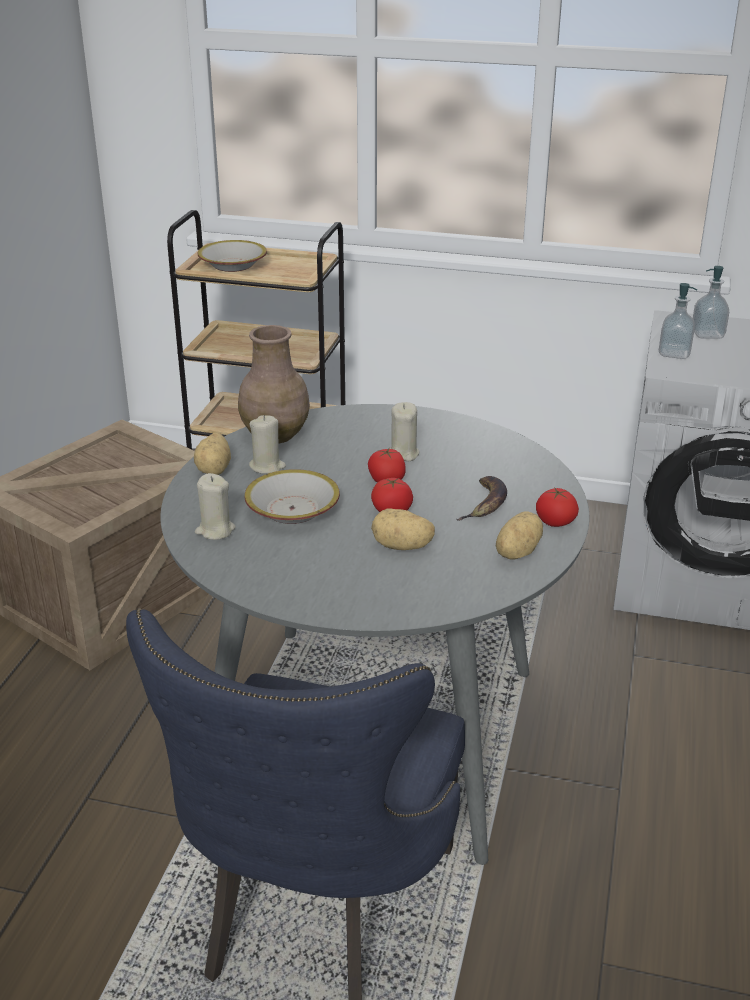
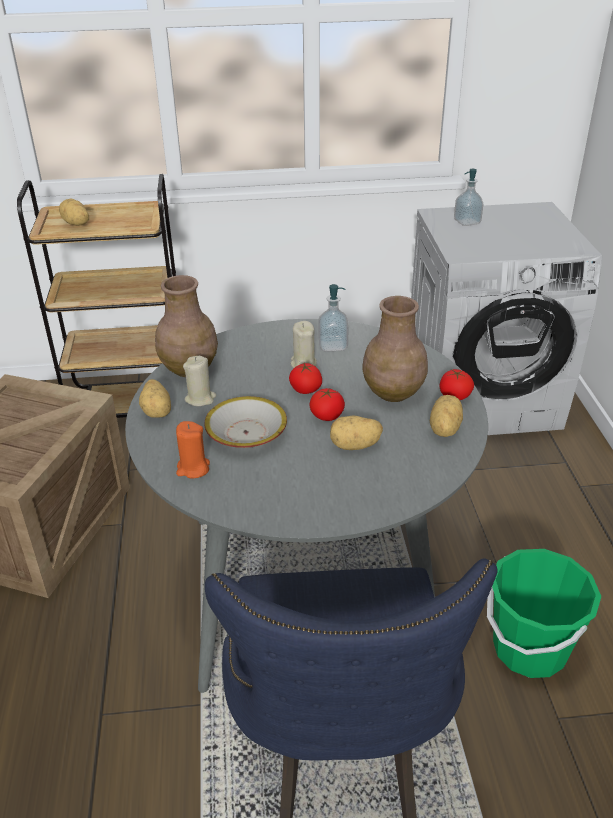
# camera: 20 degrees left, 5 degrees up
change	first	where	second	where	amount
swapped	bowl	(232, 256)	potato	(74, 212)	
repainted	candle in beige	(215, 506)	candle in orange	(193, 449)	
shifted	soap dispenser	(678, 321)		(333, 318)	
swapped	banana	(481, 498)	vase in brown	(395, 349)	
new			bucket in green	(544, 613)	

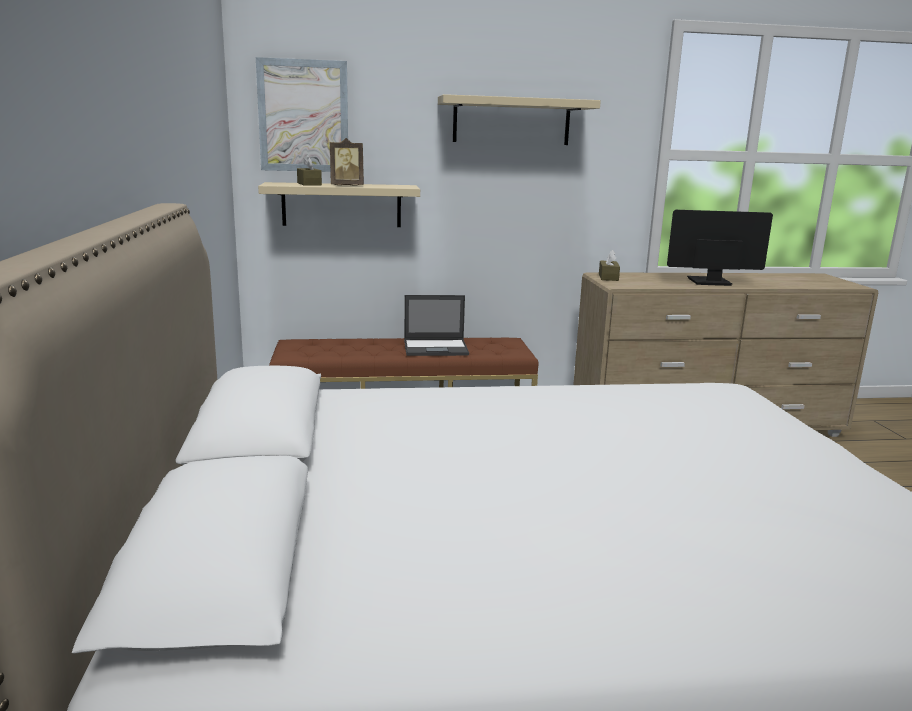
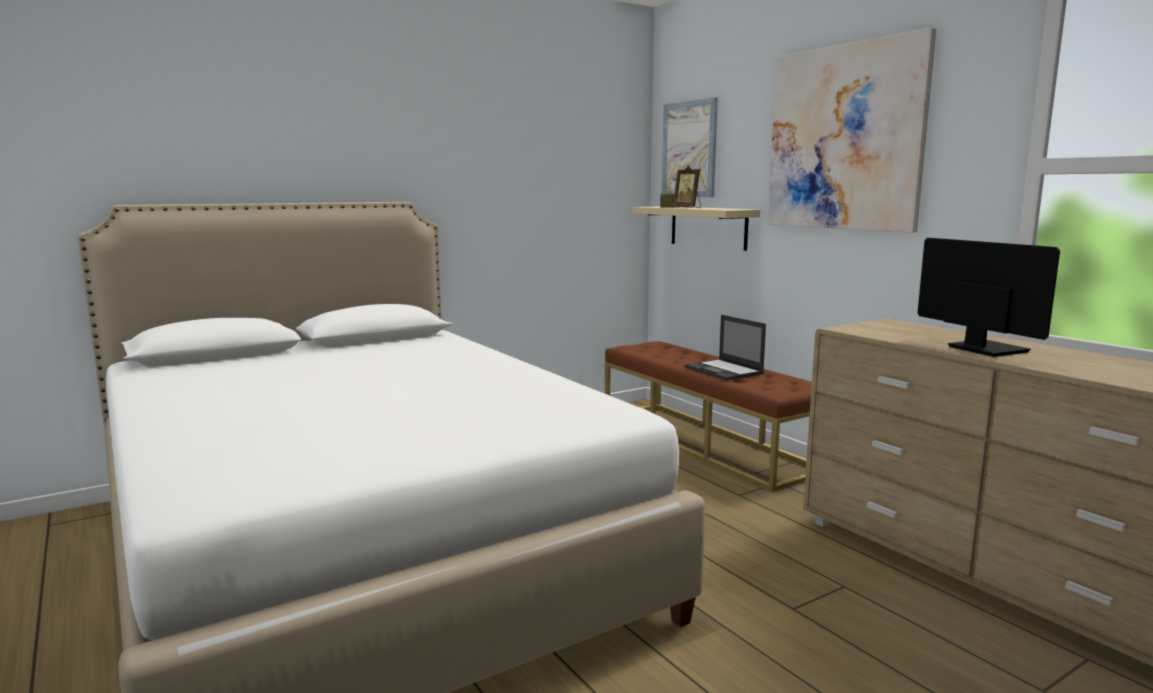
# camera: 65 degrees right, 5 degrees down
change	first	where	second	where	amount
swapped	shelf in beige	(519, 119)	picture	(852, 130)	
gone	tissue box in brown	(609, 265)			

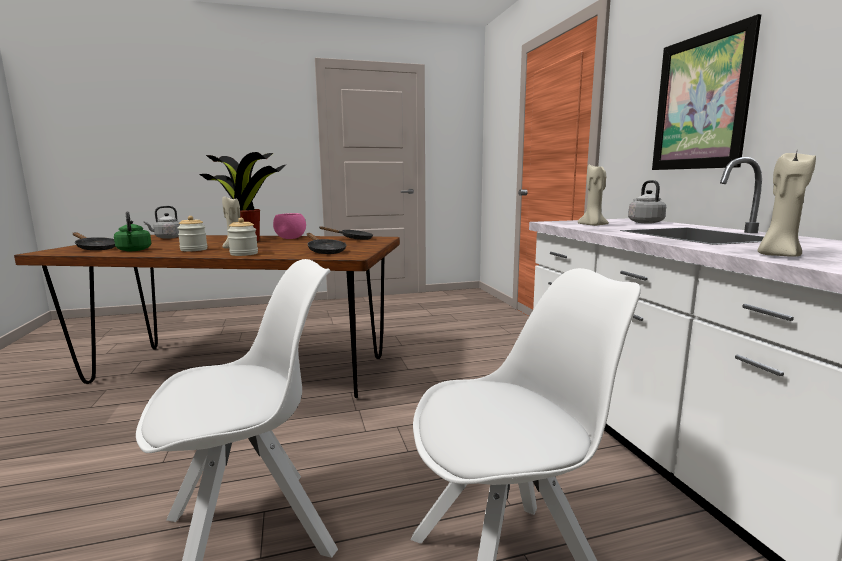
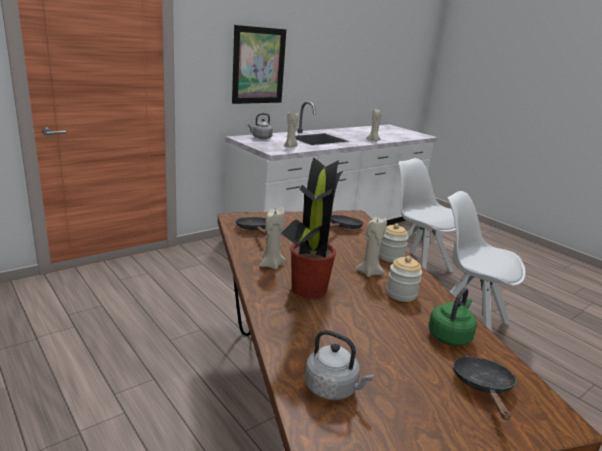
# camera: 115 degrees left, 10 degrees up
change	first	where	second	where	amount
swapped	bowl in pink	(289, 226)	candle in beige	(272, 239)	

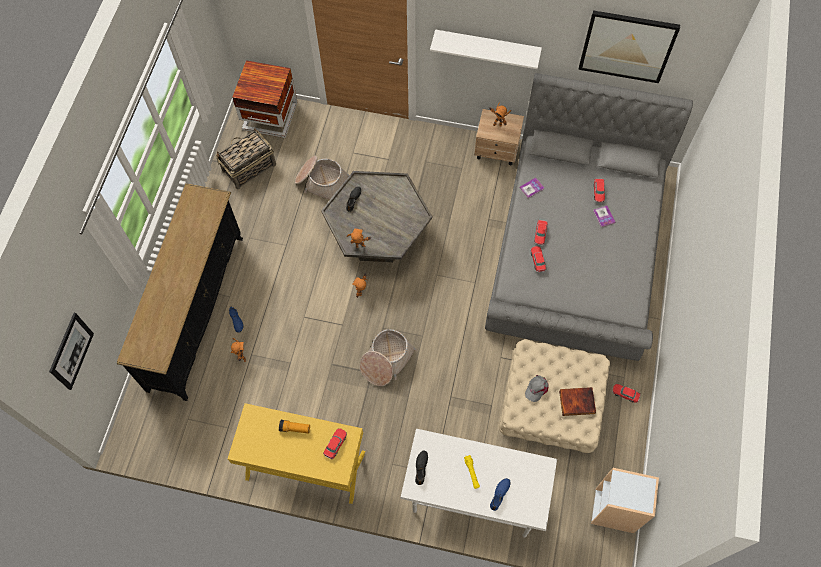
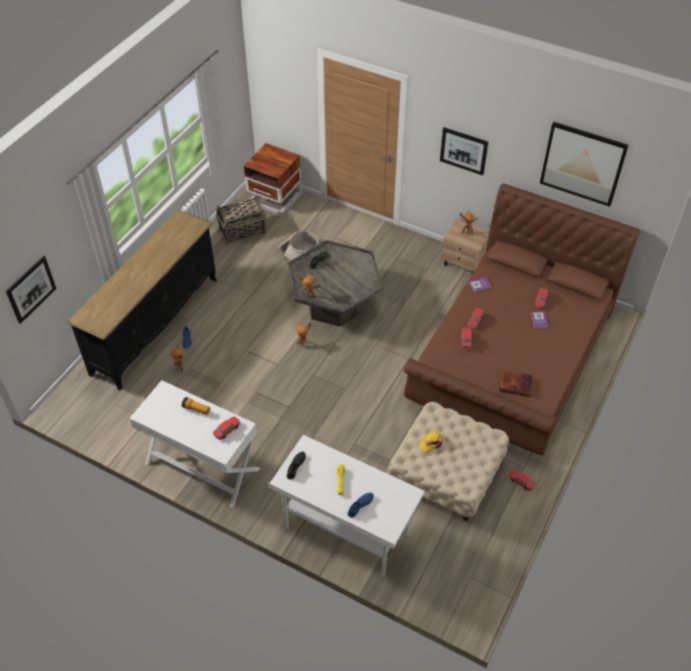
# camera: 15 degrees right, 15 degrees down
change	first	where	second	where	amount
repainted	desk in yellow	(296, 453)	desk in white	(194, 444)	
repainted	bed in grey	(589, 217)	bed in brown	(522, 320)	
repainted	cap in grey	(537, 388)	cap in yellow	(430, 442)	
swapped	shelf in white	(486, 49)	picture	(464, 151)	
shifted	book	(577, 401)		(516, 383)	
gone	basket	(388, 357)			
gone	bookcase	(625, 500)			

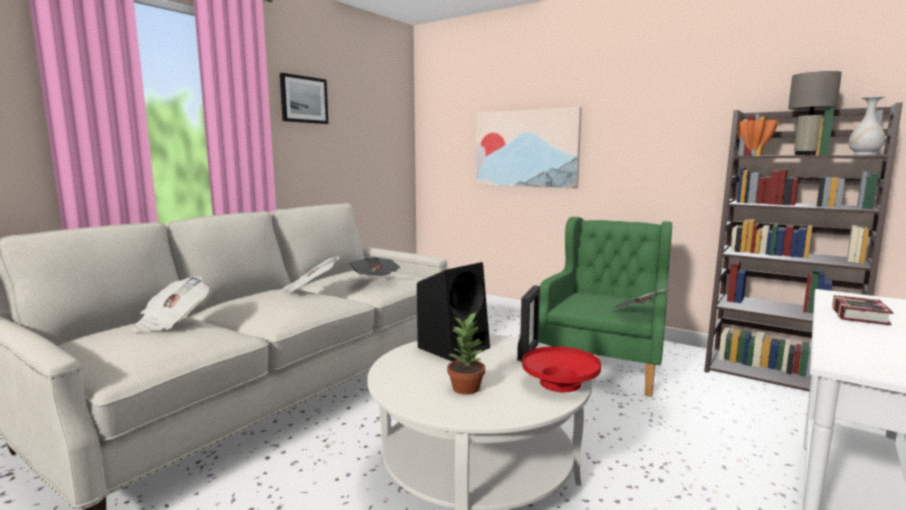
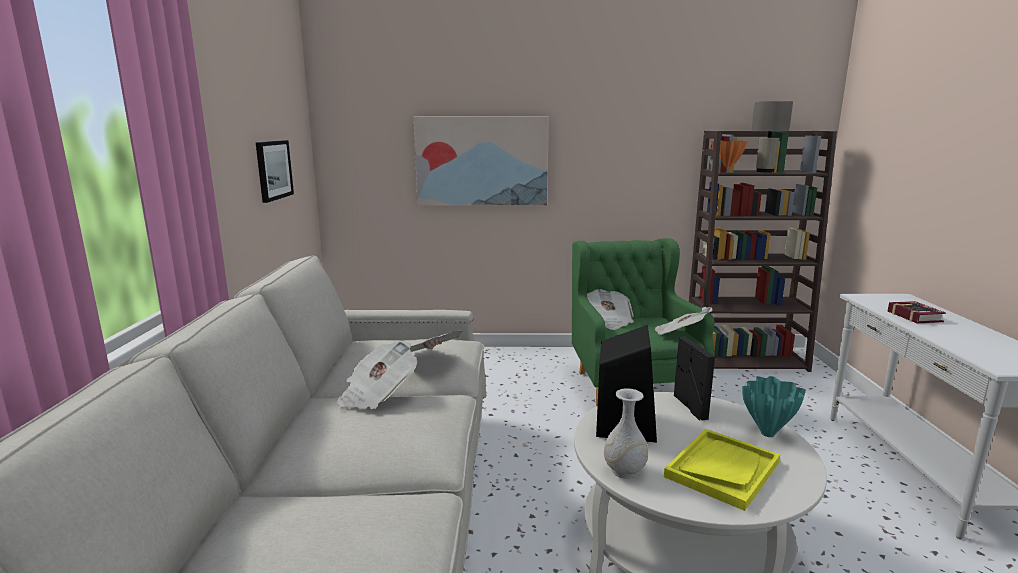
# camera: 35 degrees left, 5 degrees up
change	first	where	second	where	amount
shifted	picture	(304, 98)		(275, 171)	
shifted	newspaper	(170, 304)		(610, 309)	
shifted	vase in white	(866, 126)		(626, 433)	
swapped	potted plant	(466, 353)	tray in yellow	(722, 470)	
swapped	bowl in red	(561, 369)	vase in turquoise	(774, 406)	

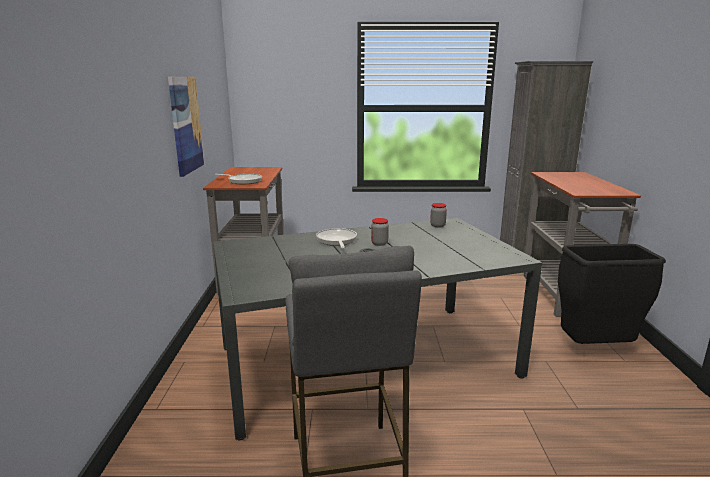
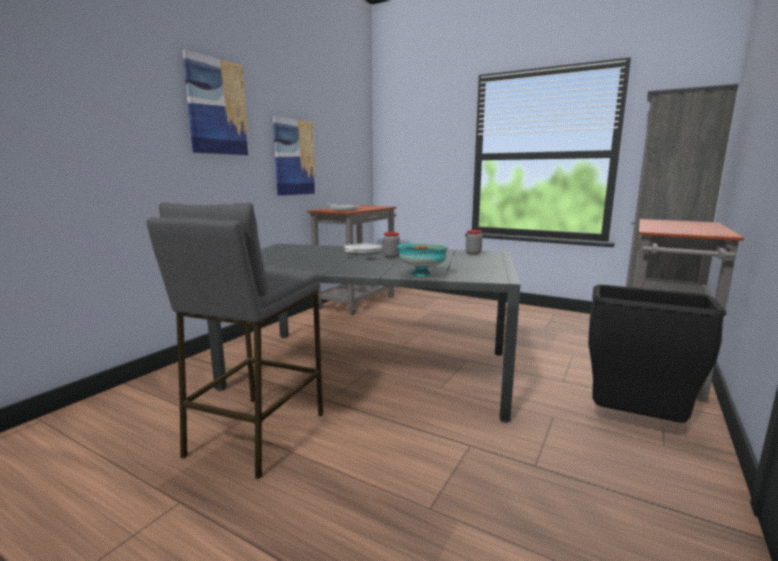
# camera: 30 degrees right, 5 degrees down
change	first	where	second	where	amount
new			picture	(215, 102)	
new			bowl in turquoise	(422, 259)	

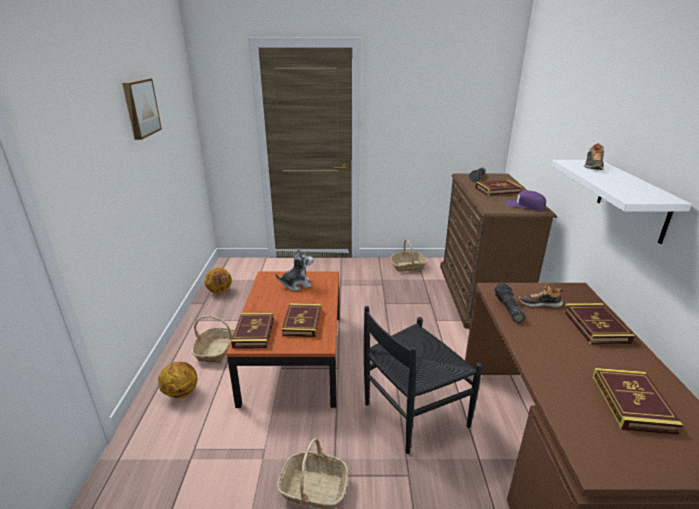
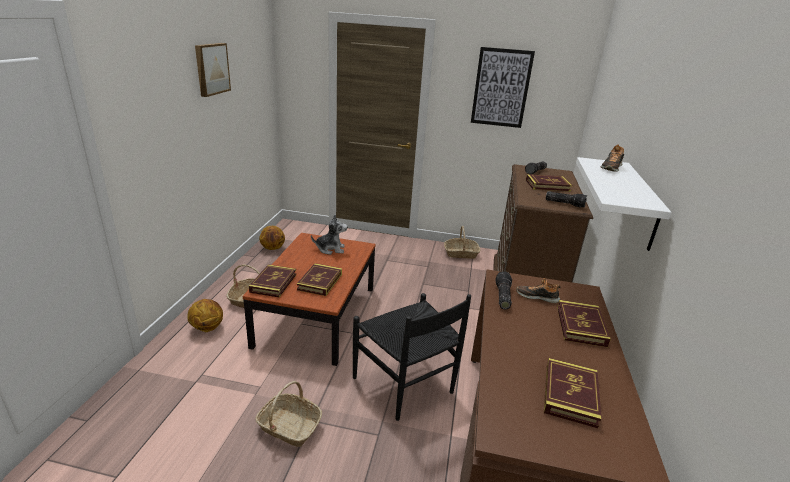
# camera: 10 degrees right, 0 degrees up
change	first	where	second	where	amount
rotated	chair in black	(423, 380)		(412, 357)	105 degrees counterclockwise
new			picture	(503, 87)	
swapped	cap in purple	(526, 200)	flashlight	(566, 199)	

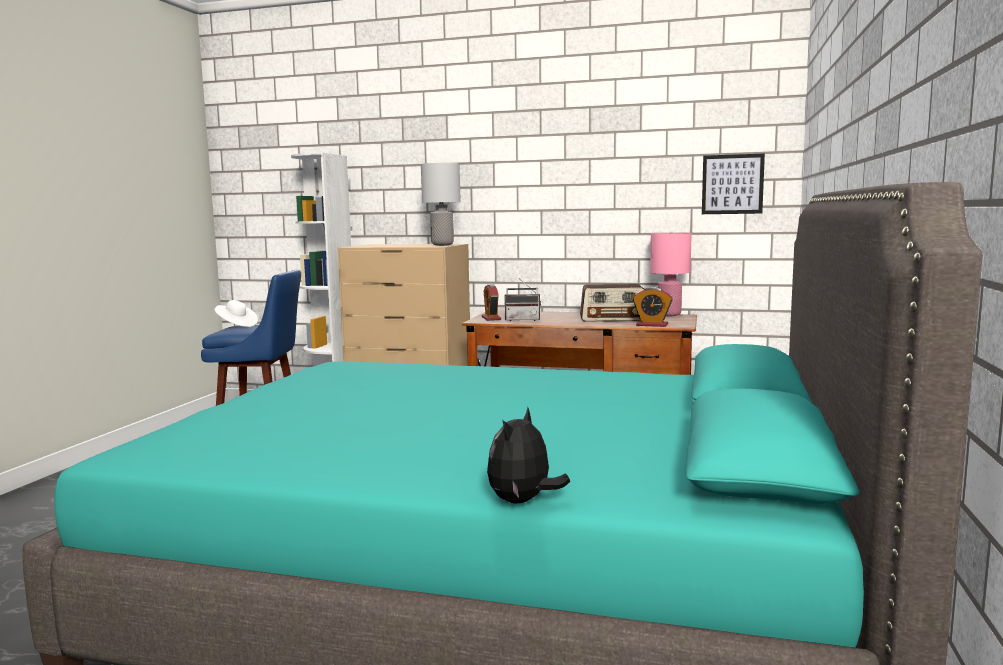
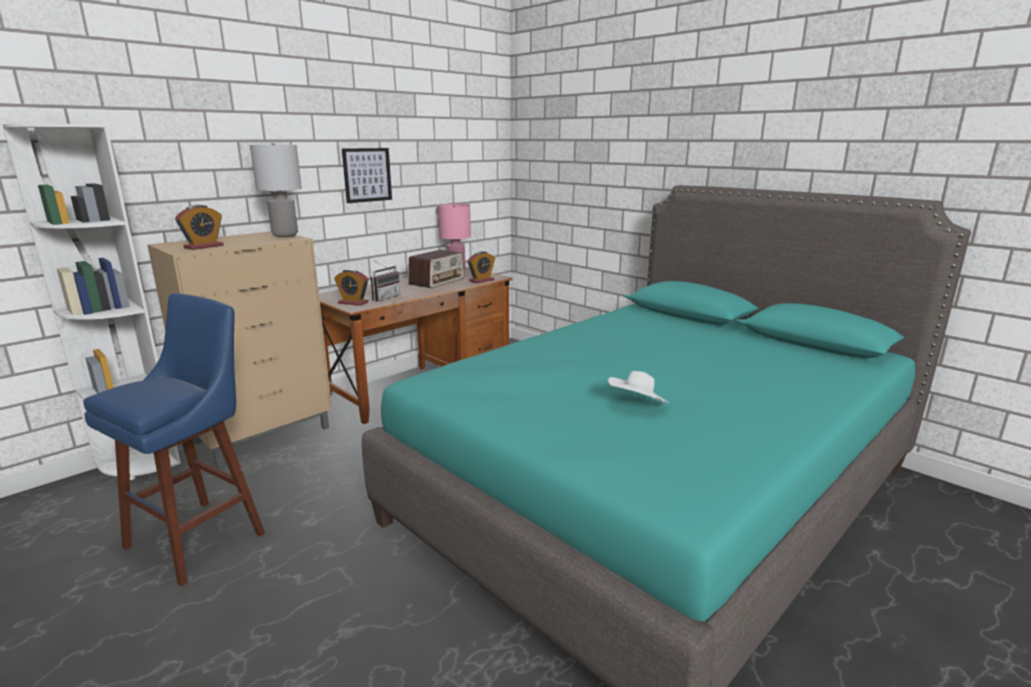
# camera: 60 degrees left, 10 degrees up
change	first	where	second	where	amount
new			alarm clock	(199, 227)	
shifted	picture	(733, 183)		(367, 175)	
shifted	hat in white	(236, 313)		(638, 387)	
gone	plush toy	(528, 455)			

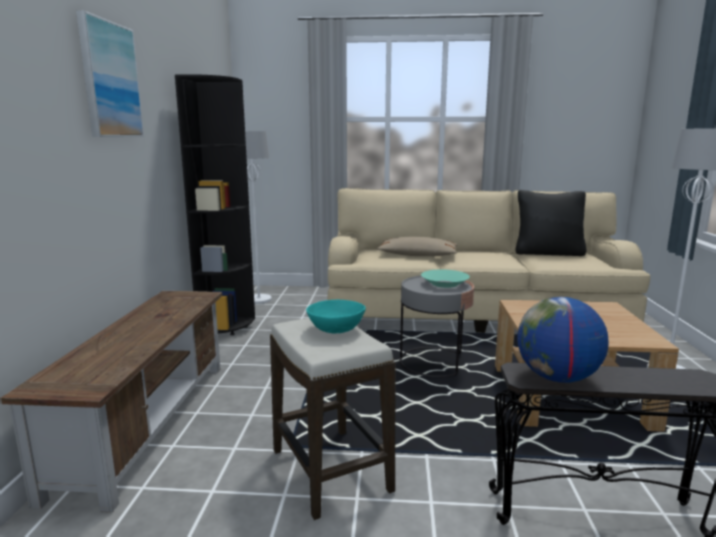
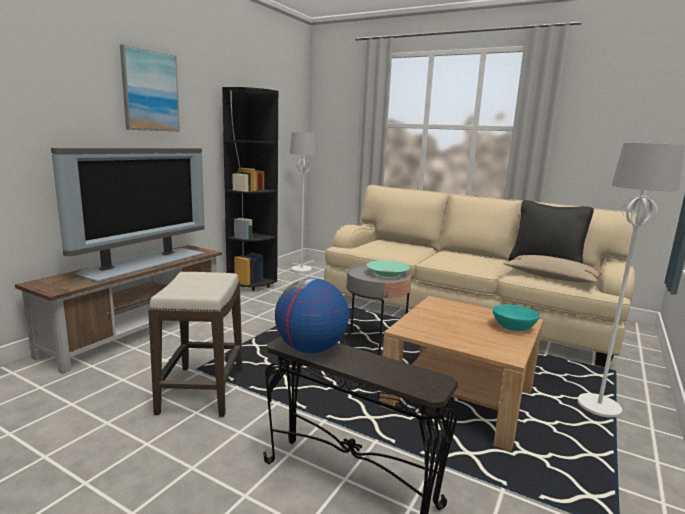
# camera: 25 degrees right, 0 degrees up
change	first	where	second	where	amount
new			television	(128, 215)	
shifted	bowl in turquoise	(336, 316)		(516, 318)	
shifted	pillow in beige	(417, 246)		(553, 269)	

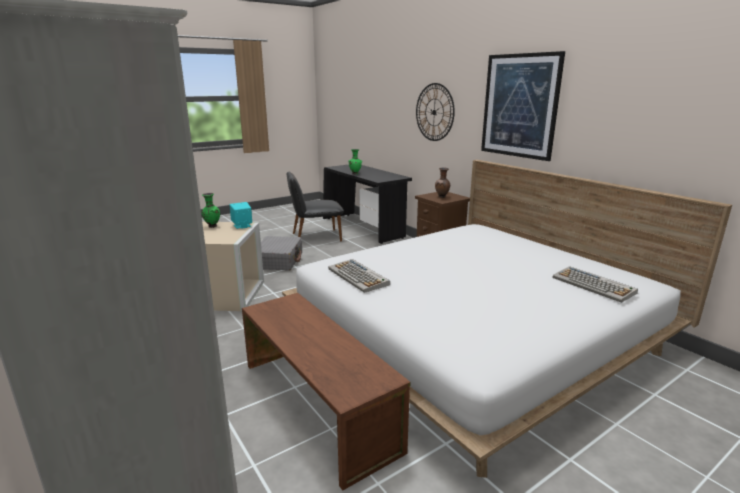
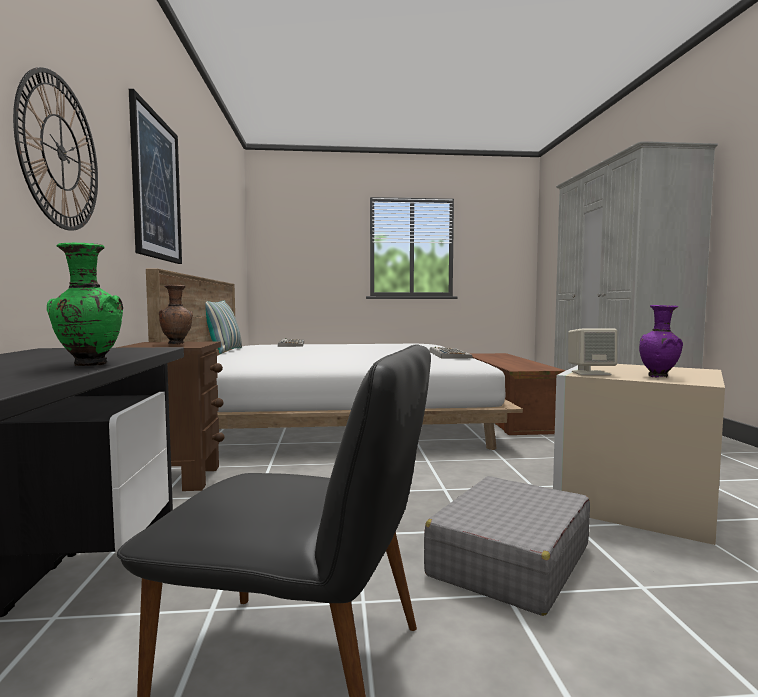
# camera: 150 degrees left, 15 degrees down
change	first	where	second	where	amount
new			pillow	(224, 327)	
repainted	speaker in turquoise	(241, 215)	speaker in beige	(592, 352)	
repainted	vase in green	(210, 210)	vase in purple	(661, 341)	

